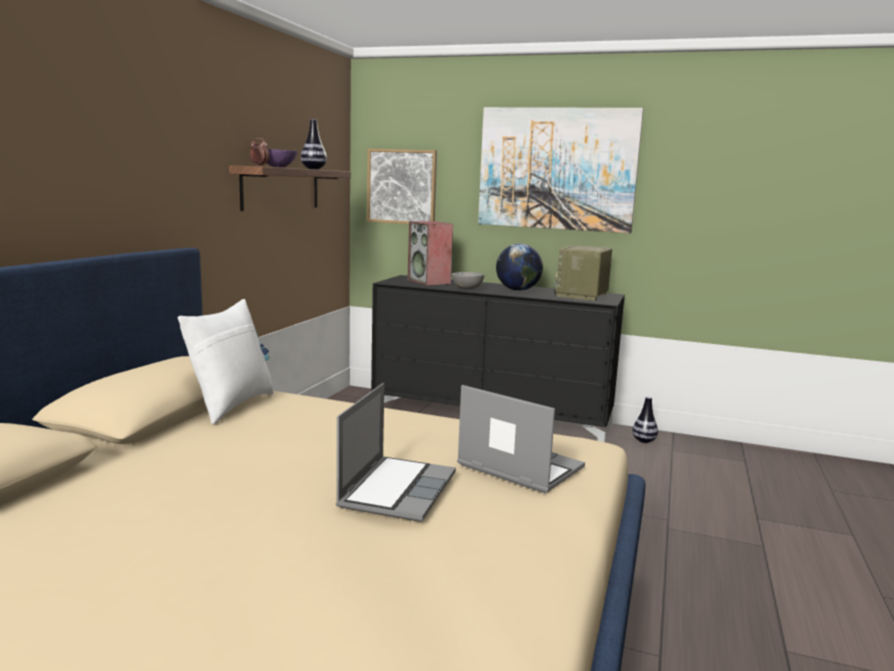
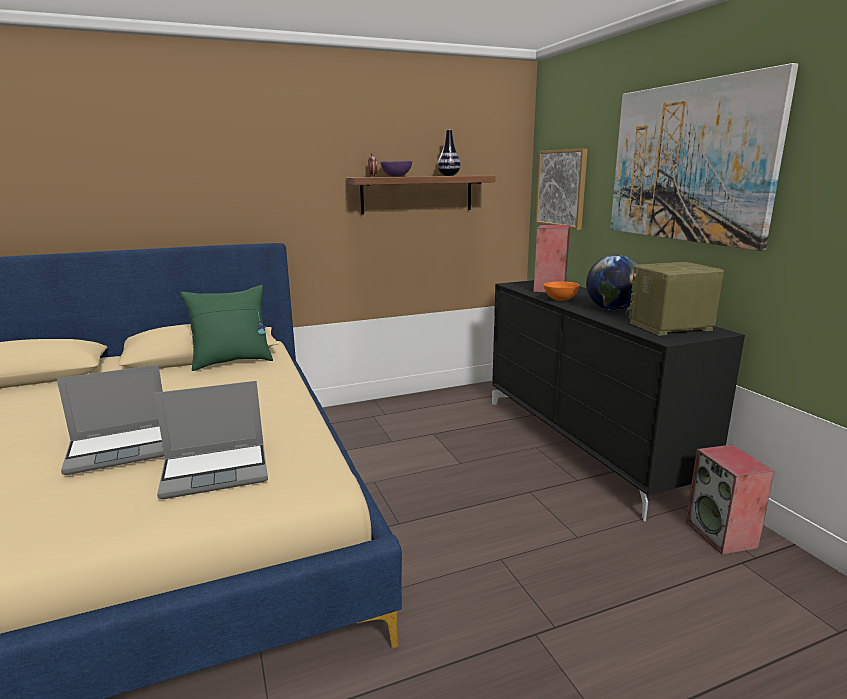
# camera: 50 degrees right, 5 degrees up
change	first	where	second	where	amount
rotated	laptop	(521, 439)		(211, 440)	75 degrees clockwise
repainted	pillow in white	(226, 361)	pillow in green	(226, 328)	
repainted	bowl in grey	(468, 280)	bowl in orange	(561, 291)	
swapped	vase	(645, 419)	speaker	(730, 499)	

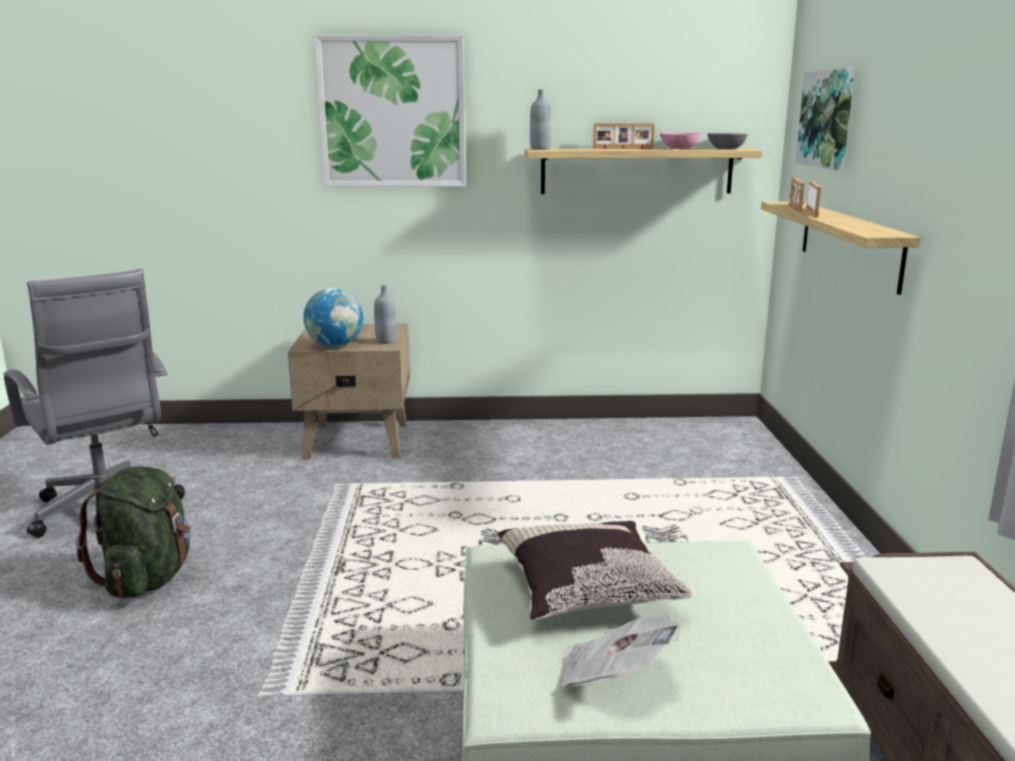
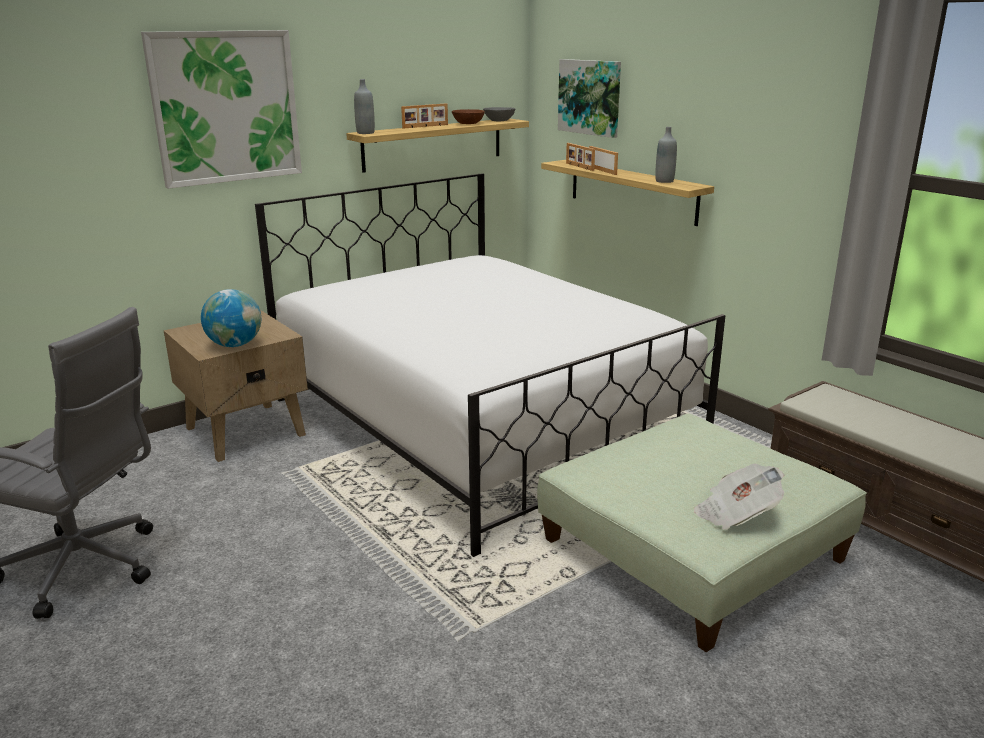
# camera: 35 degrees left, 5 degrees up
change	first	where	second	where	amount
new			bed in white	(490, 365)	
repainted	bowl in pink	(680, 141)	bowl in brown	(468, 116)	
shifted	bottle in grey	(385, 314)		(666, 155)	
gone	backpack in green	(133, 532)			
gone	pillow	(594, 571)			

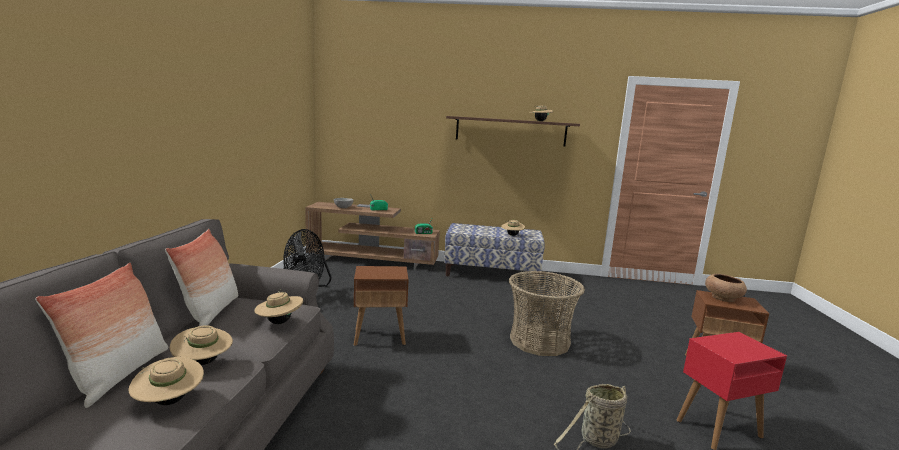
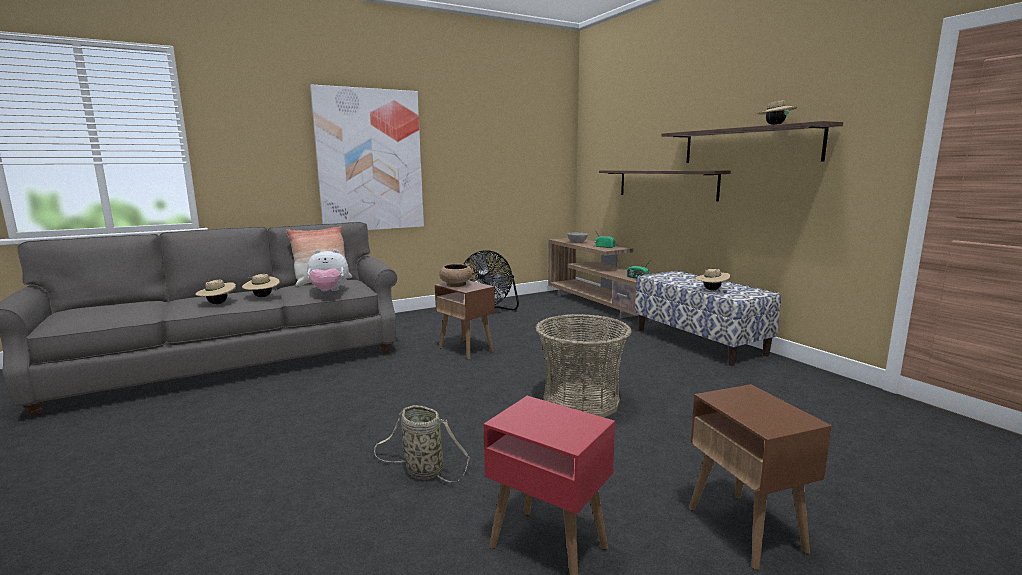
# camera: 55 degrees right, 0 degrees up
change	first	where	second	where	amount
swapped	hat in beige	(278, 306)	plush toy	(327, 270)	
new			picture	(367, 157)	
shifted	bowl in brown	(726, 288)		(456, 275)	
new			shelf	(665, 185)	
gone	pillow	(101, 335)			

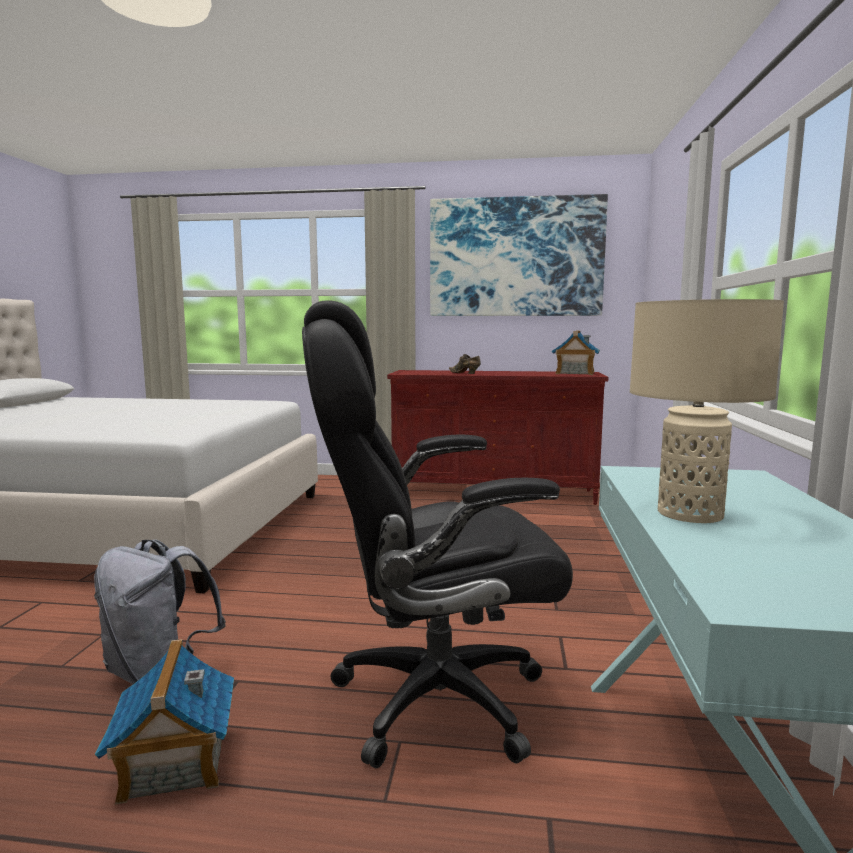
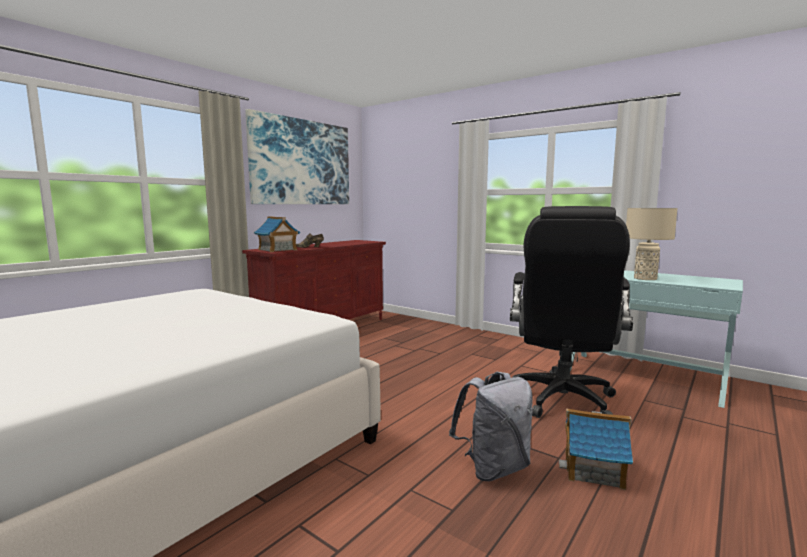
# camera: 60 degrees left, 0 degrees up
change	first	where	second	where	amount
shifted	toy house	(576, 353)		(277, 234)	

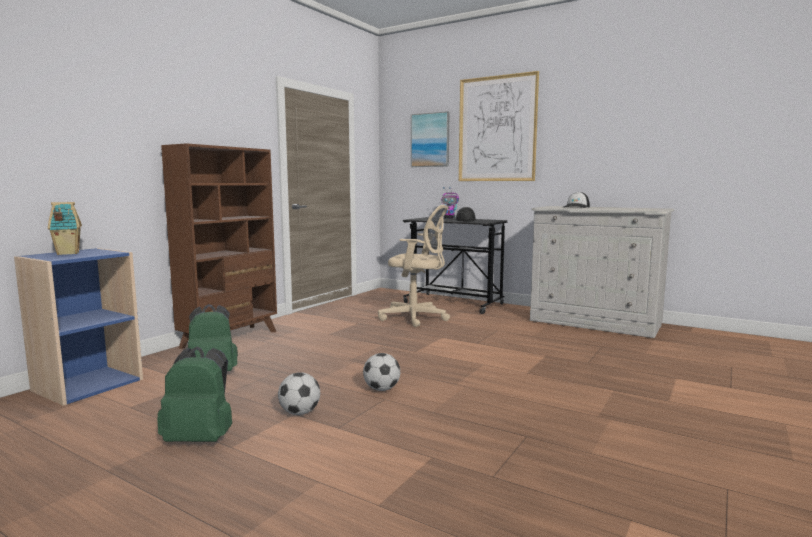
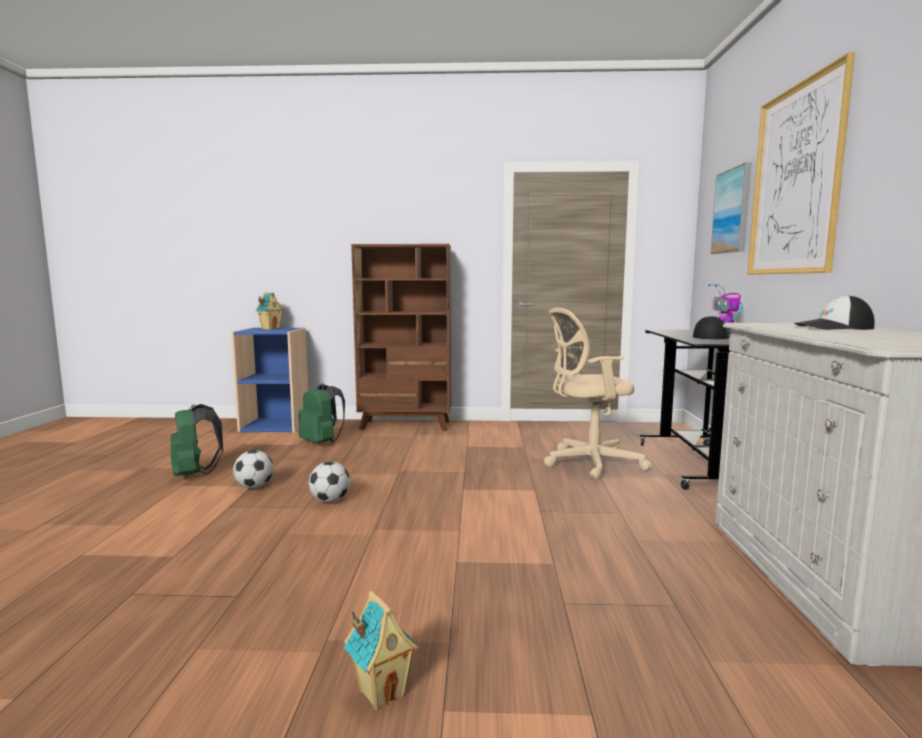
# camera: 60 degrees right, 0 degrees up
change	first	where	second	where	amount
new			toy house	(381, 650)	
rotated	office chair in beige	(414, 266)		(598, 394)	90 degrees clockwise

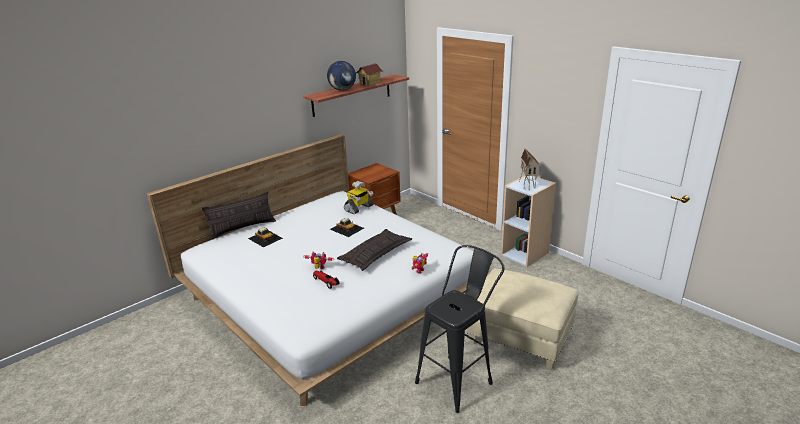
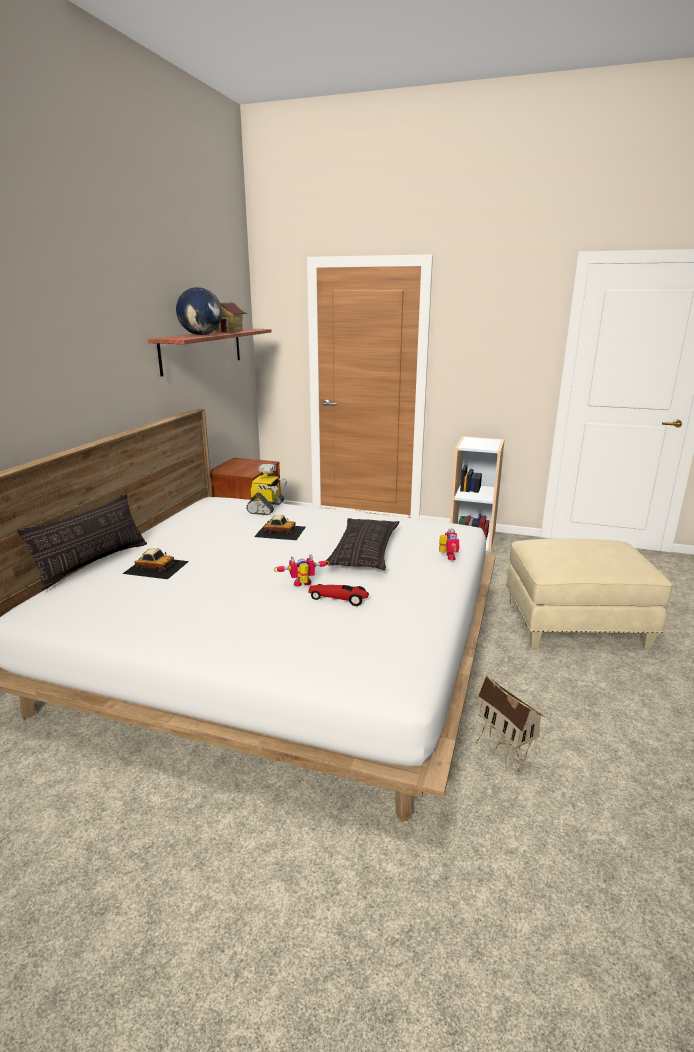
# camera: 30 degrees left, 5 degrees down
change	first	where	second	where	amount
shifted	toy house	(529, 168)		(510, 723)	
gone	stool in black	(460, 329)			

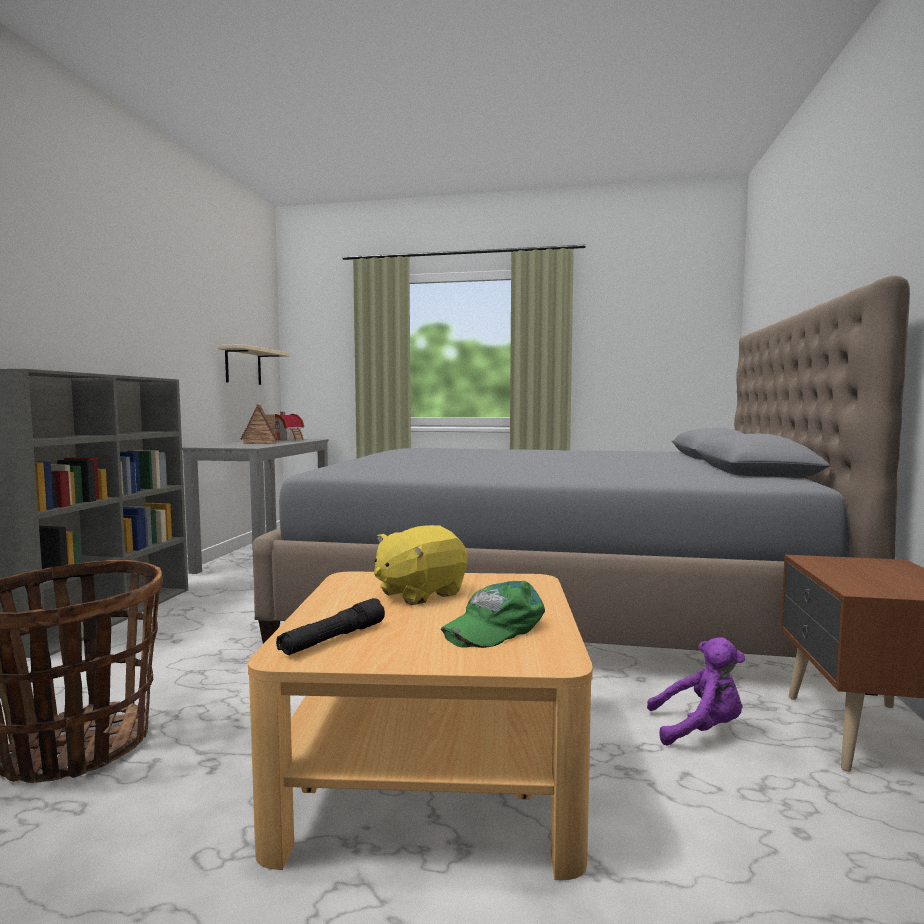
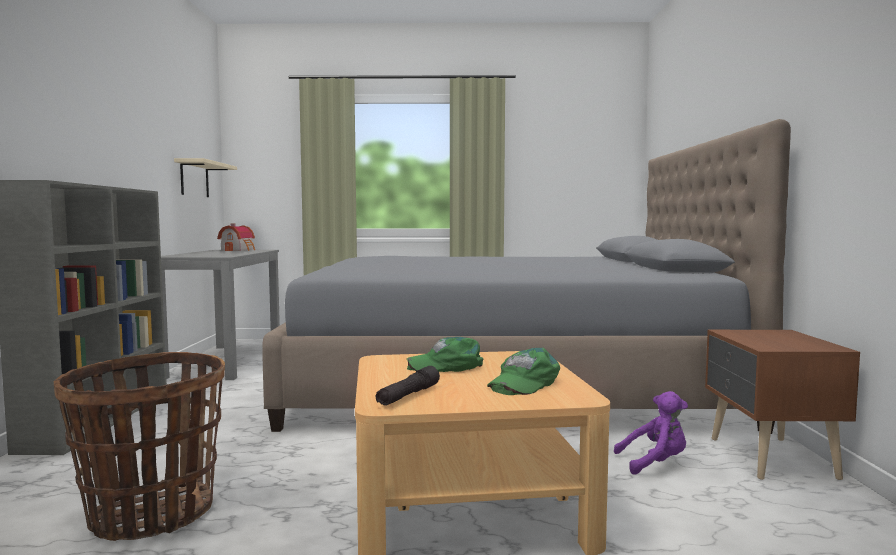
# camera: 10 degrees left, 0 degrees up
change	first	where	second	where	amount
swapped	plush toy in yellow	(421, 565)	cap in green	(445, 354)	
gone	toy house	(259, 424)			

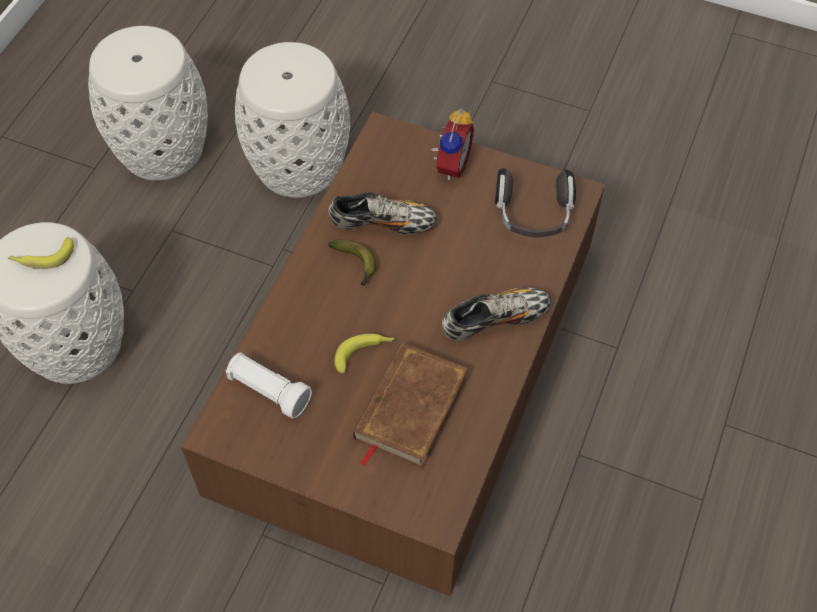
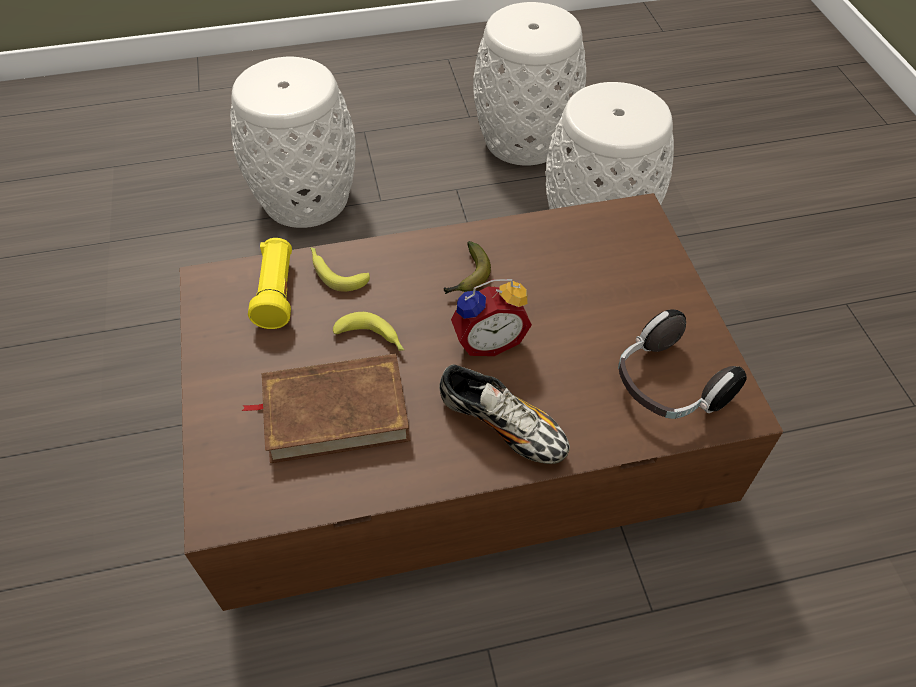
# camera: 55 degrees right, 5 degrees down
change	first	where	second	where	amount
repainted	flashlight in white	(269, 385)	flashlight in yellow	(270, 283)	
shifted	banana	(41, 253)		(340, 269)	
shifted	alarm clock	(452, 144)		(491, 317)	
gone	shoe	(382, 213)			

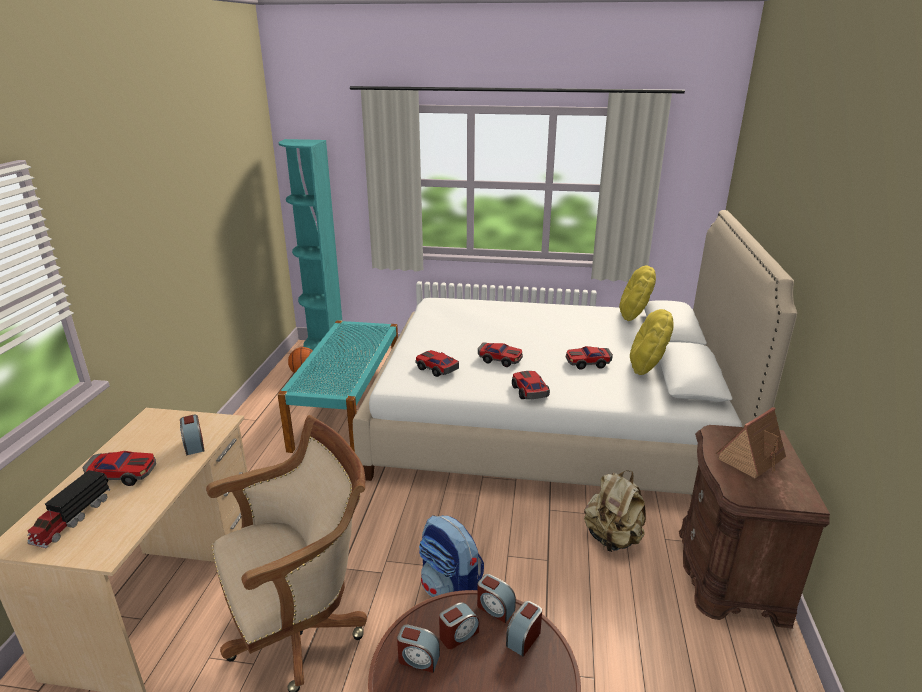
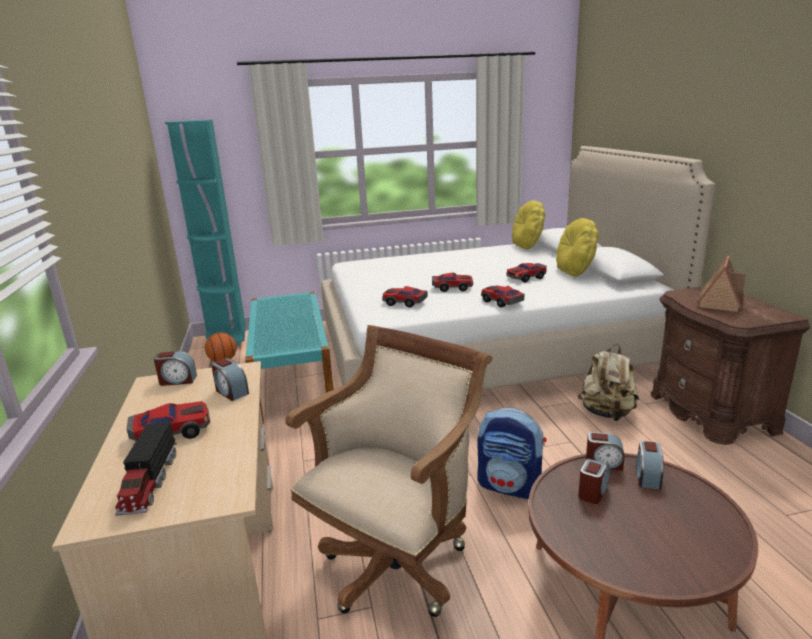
# camera: 20 degrees left, 5 degrees down
change	first	where	second	where	amount
shifted	alarm clock	(418, 648)		(175, 368)	

